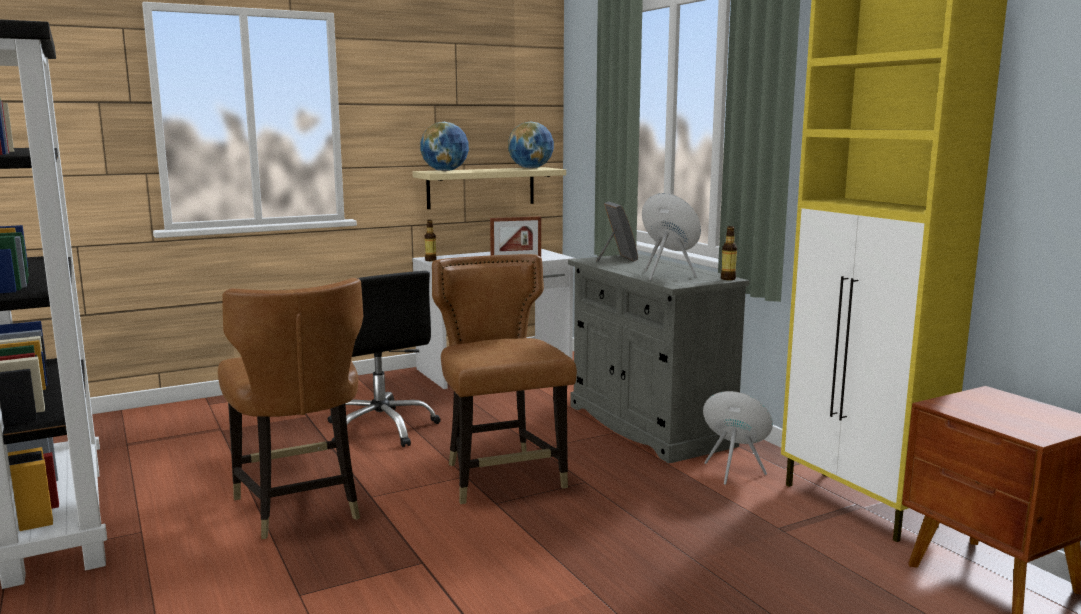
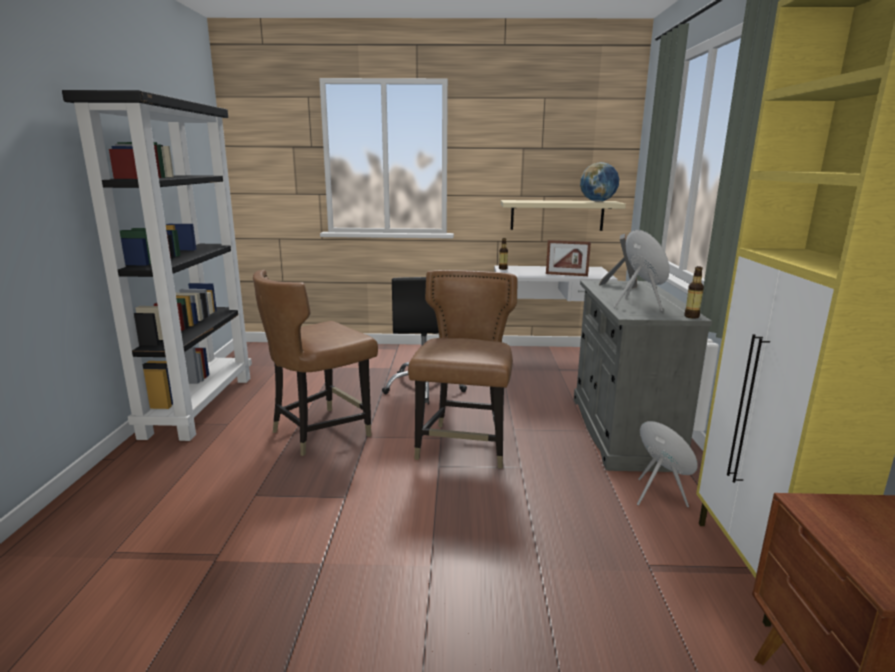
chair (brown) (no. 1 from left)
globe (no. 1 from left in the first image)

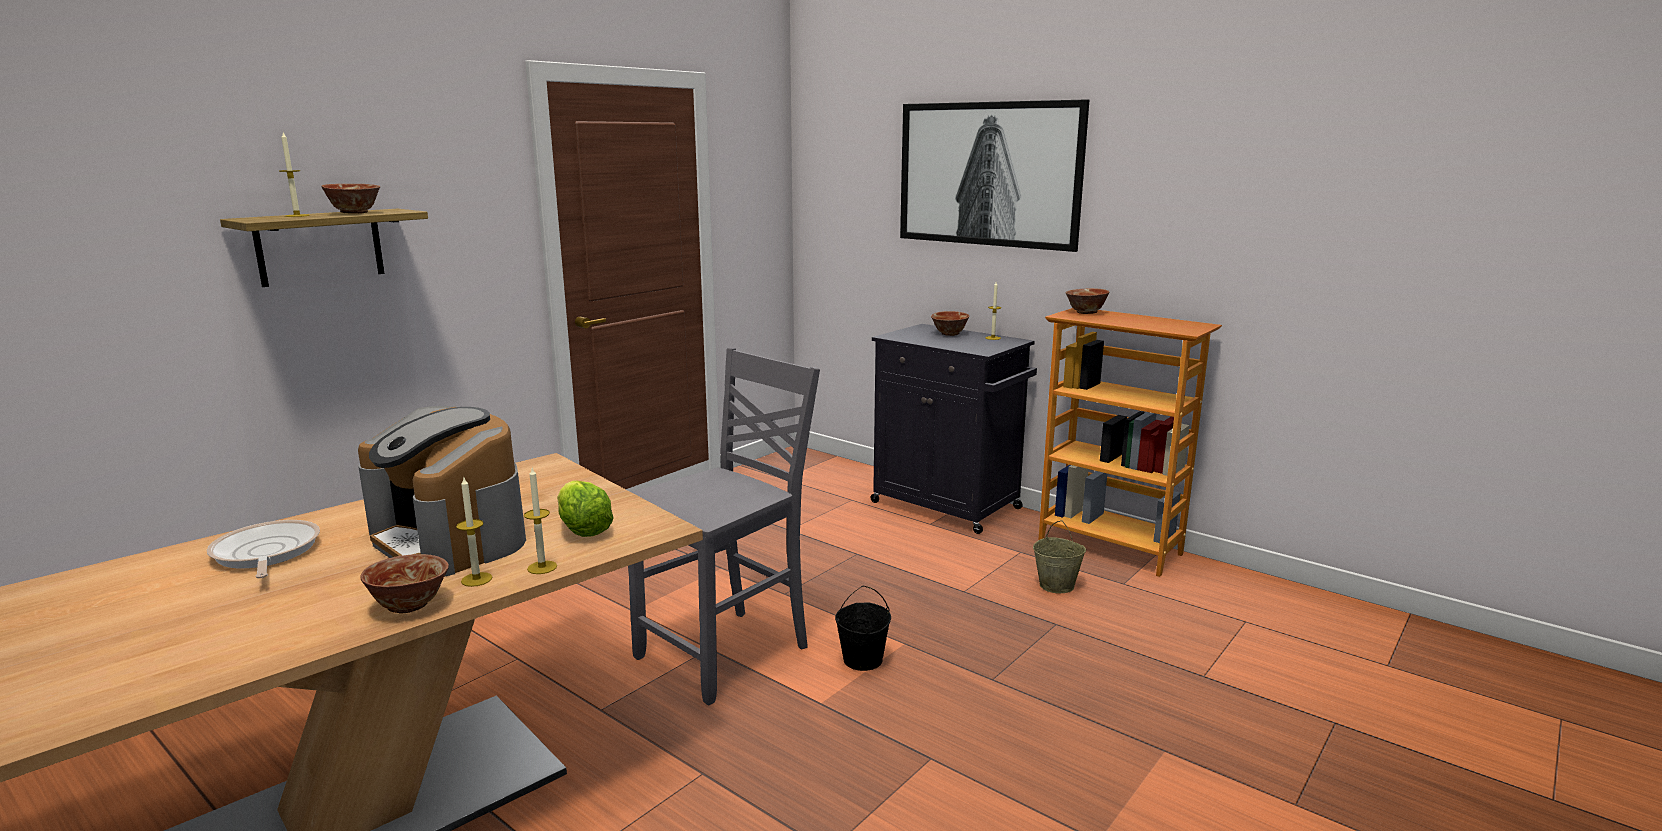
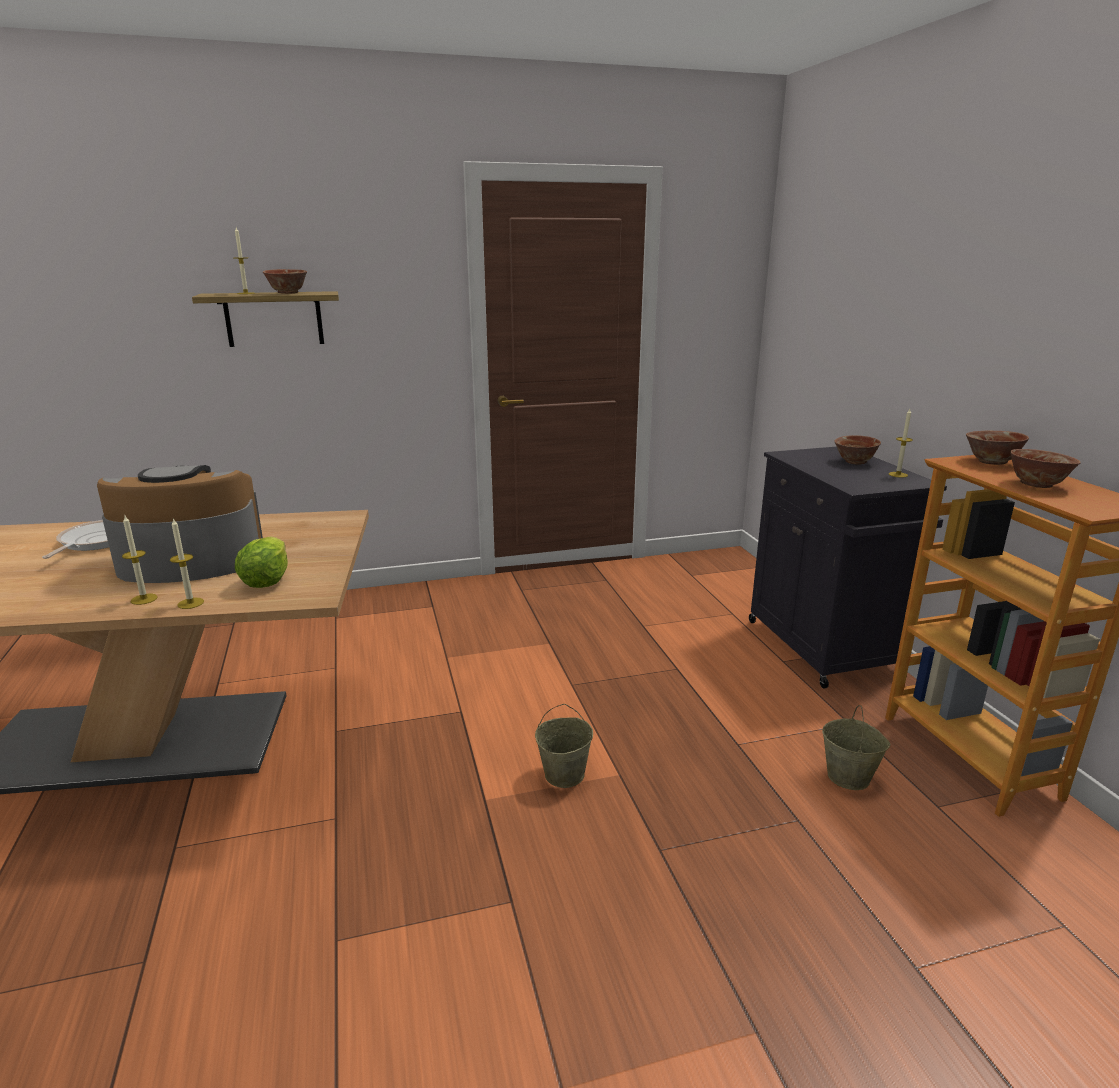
coffee machine
bucket (beige) (no. 1 from left)
bowl (no. 4 from left)
chair (grey)
picture

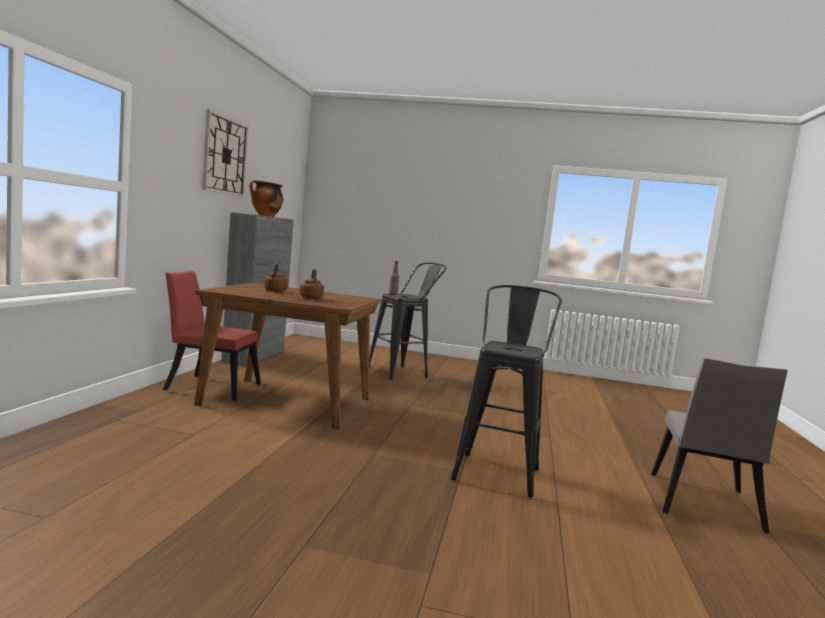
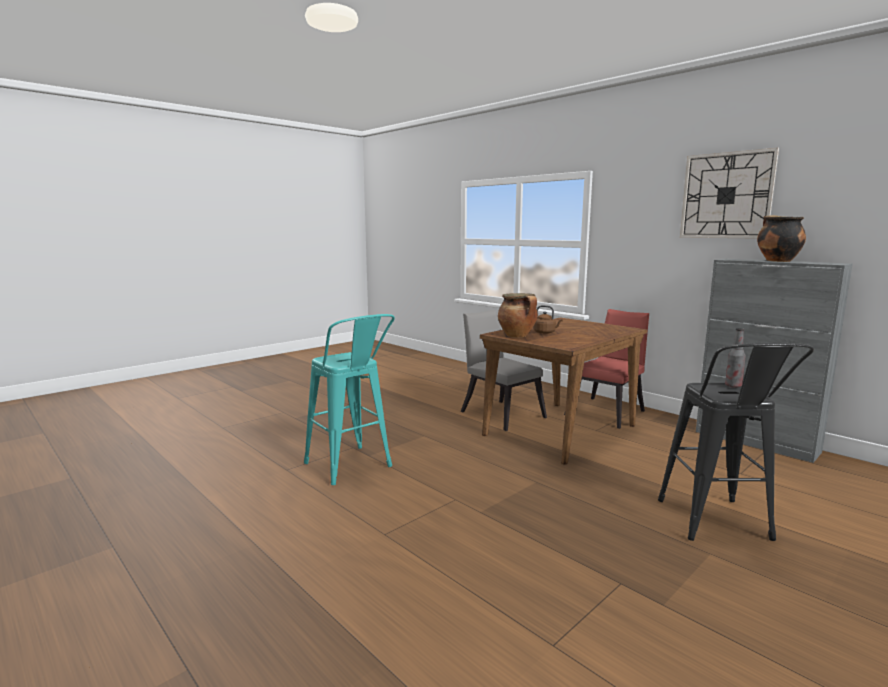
stool (turquoise)
chair (grey)
cooking pot (no. 1 from left)
kettle (brown) (no. 1 from left in the first image)

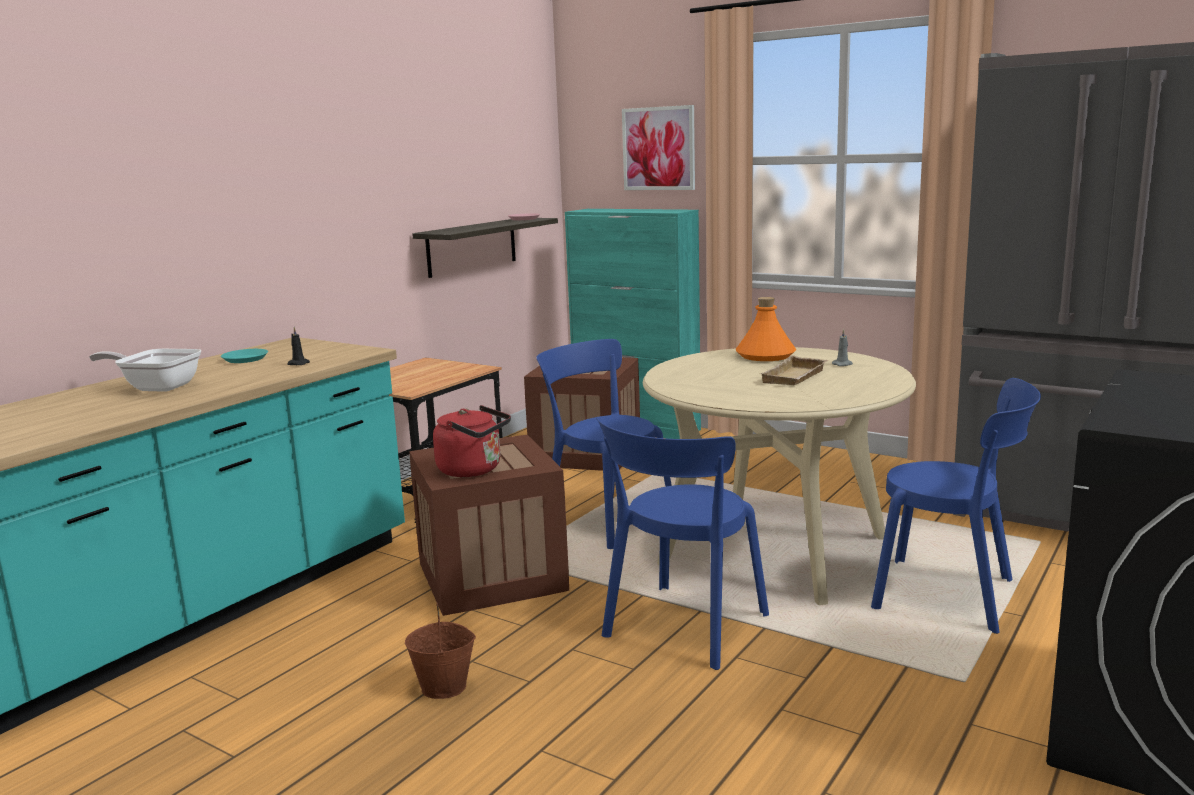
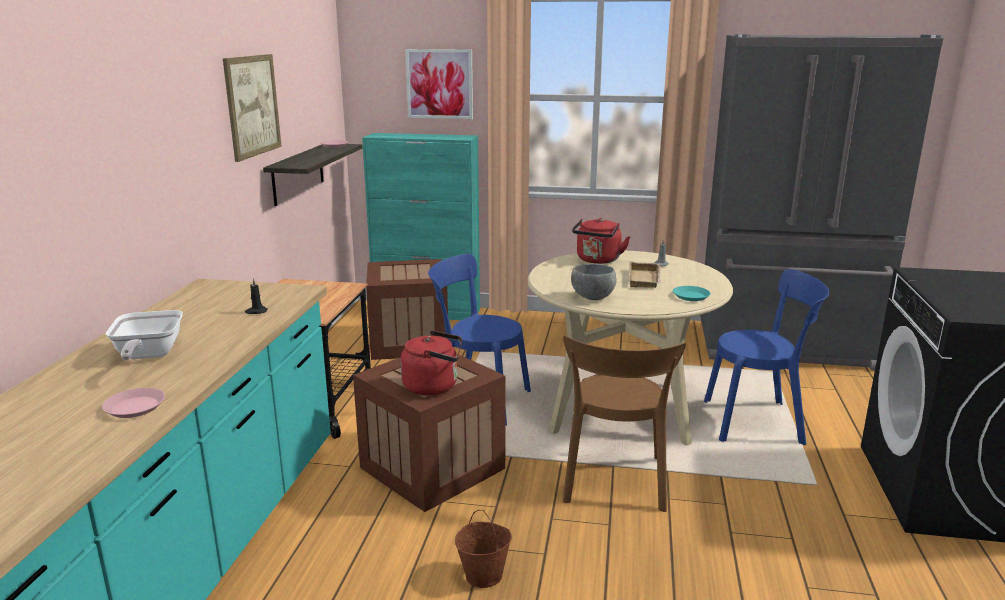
plate (pink) (no. 1 from left)
frying pan
picture (no. 1 from left)
chair (brown)
bowl (grey)
kettle (red) (no. 2 from left)
plate (turquoise)

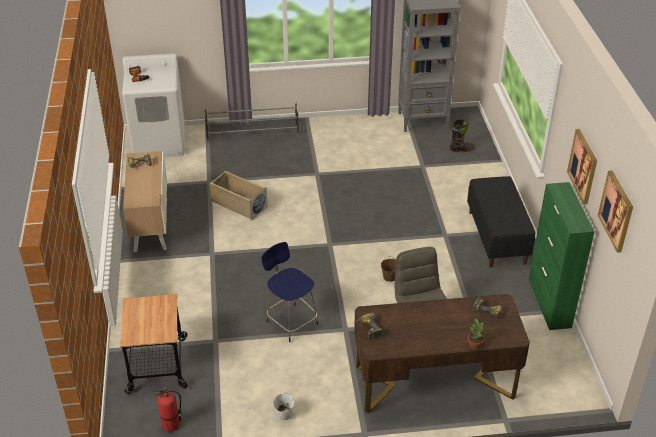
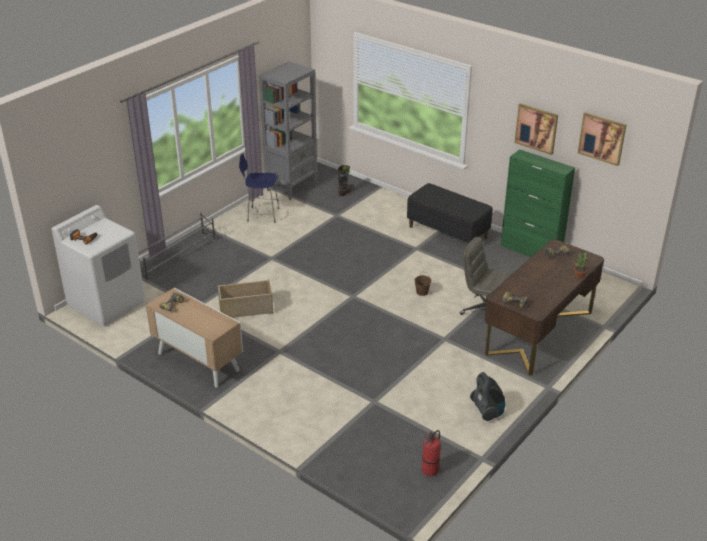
stool (blue)
vacuum cleaner
cart

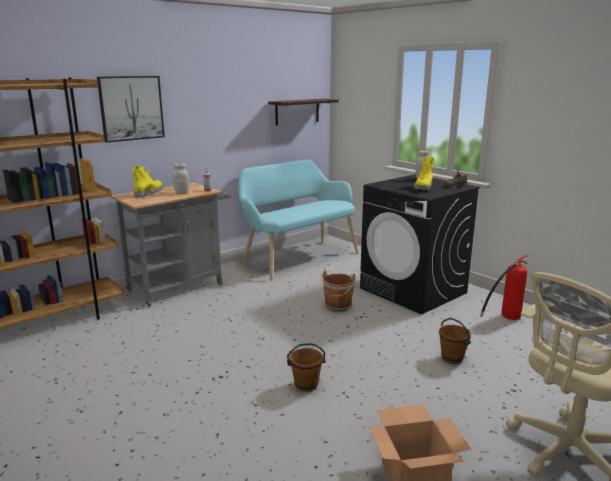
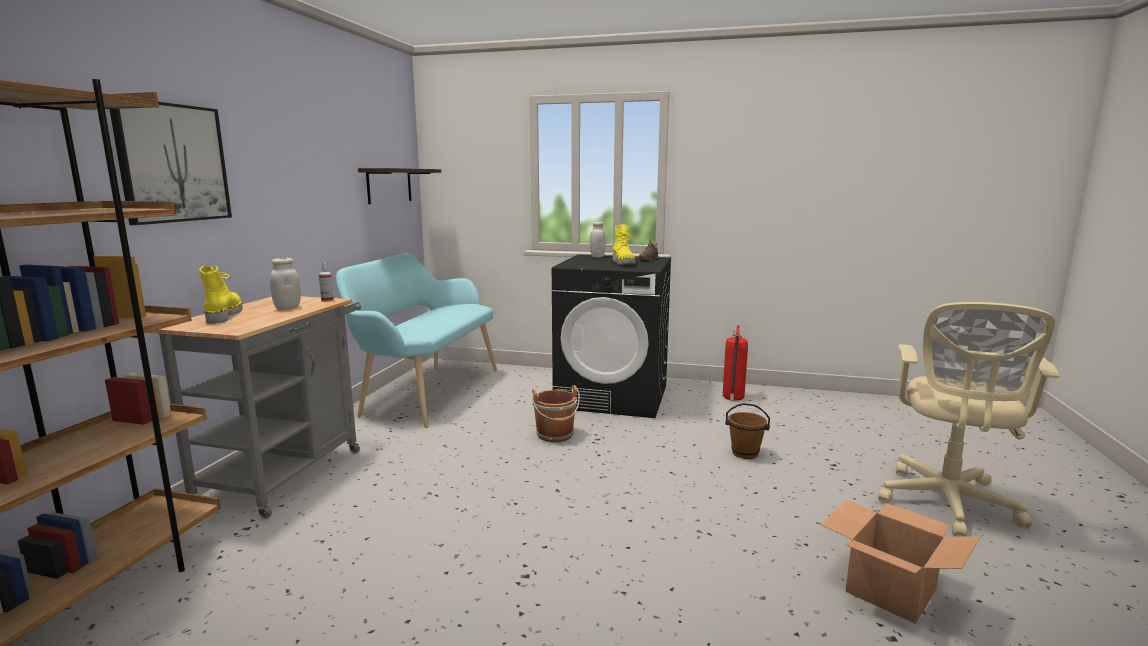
bucket (brown) (no. 1 from left in the first image)

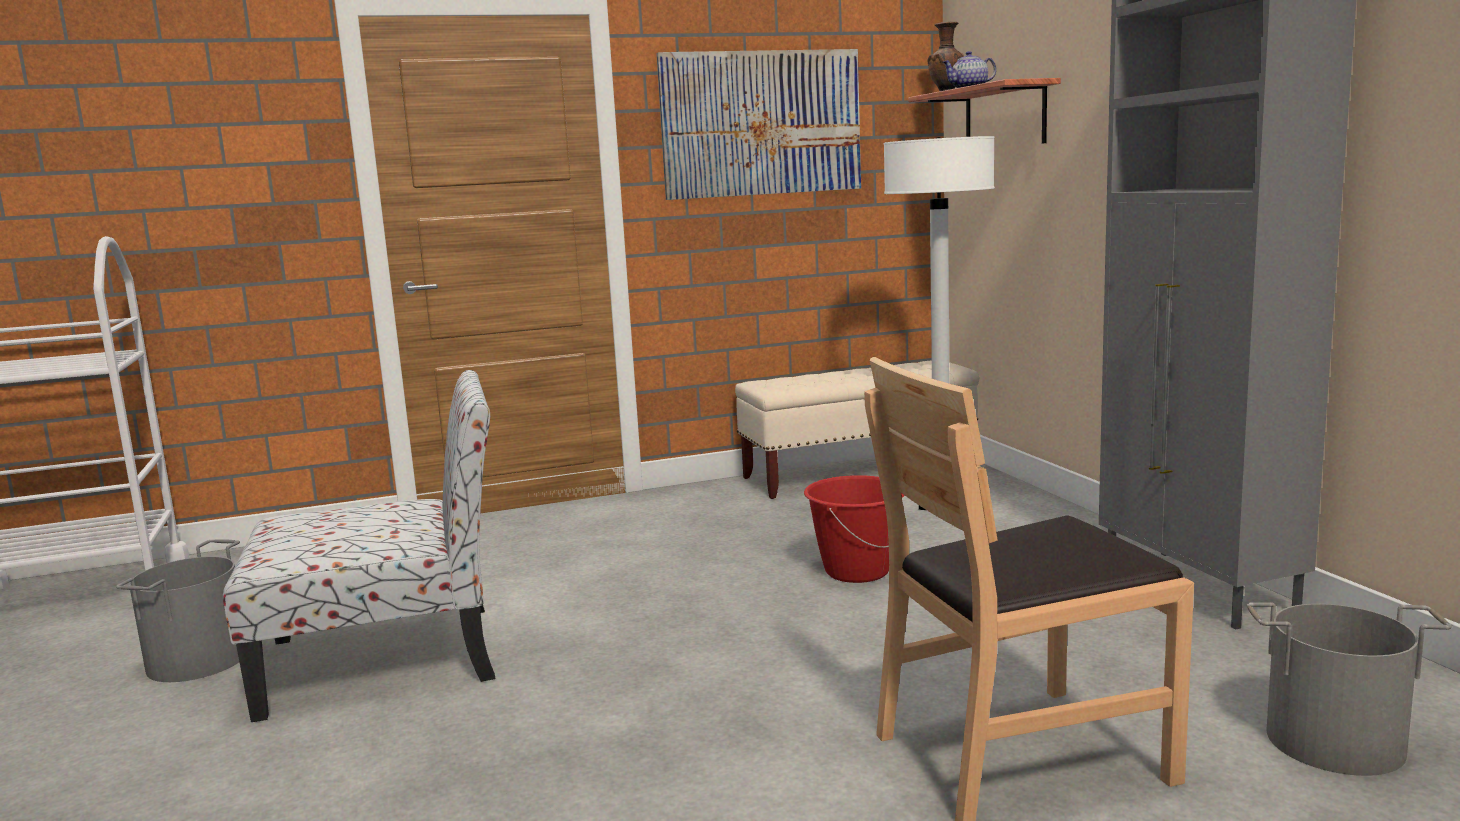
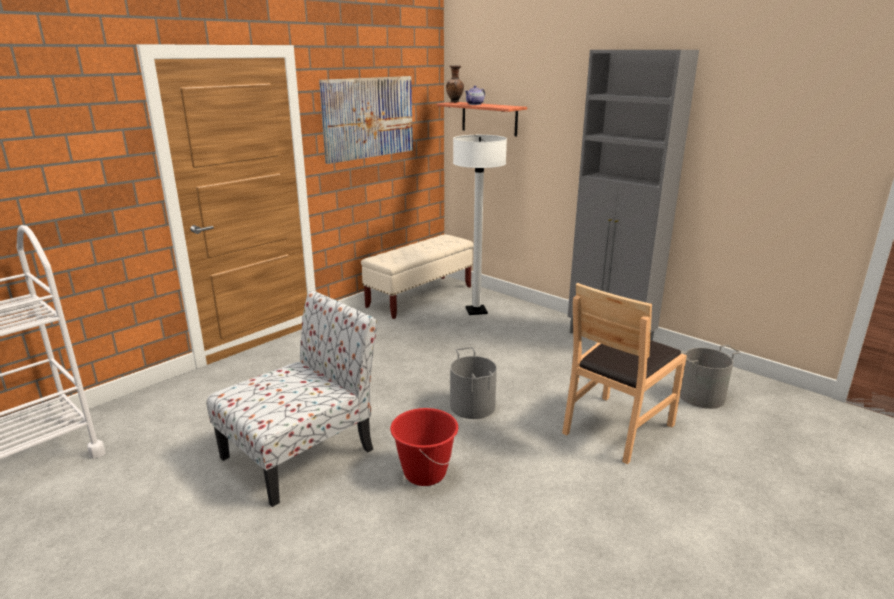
bucket (red)
bucket (grey) (no. 1 from left)

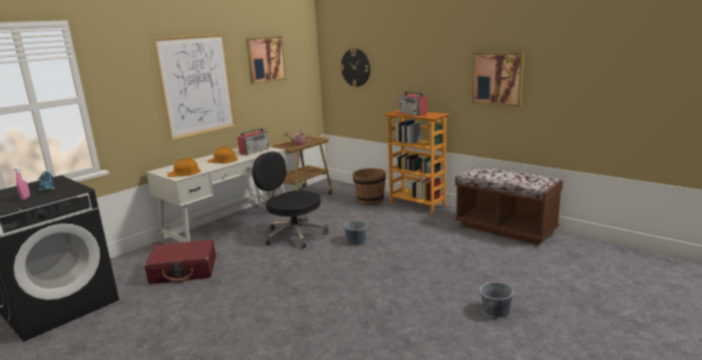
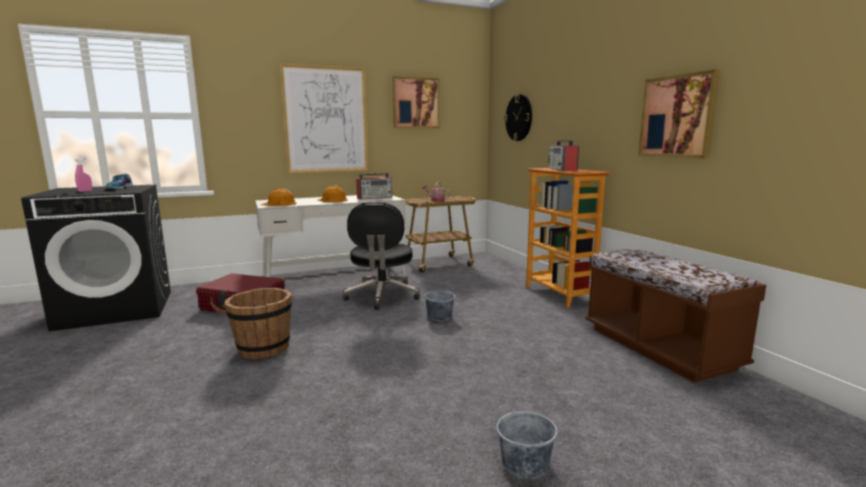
bucket (brown)
office chair (black)

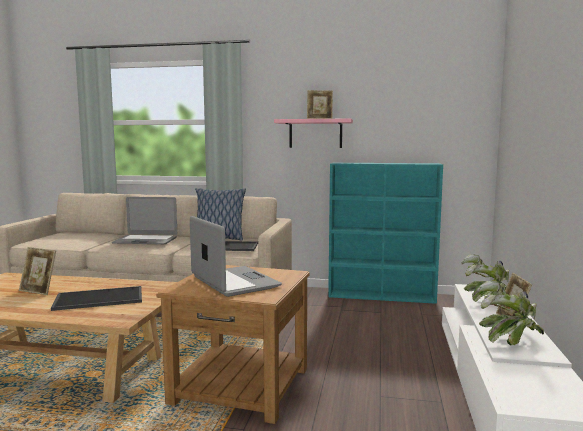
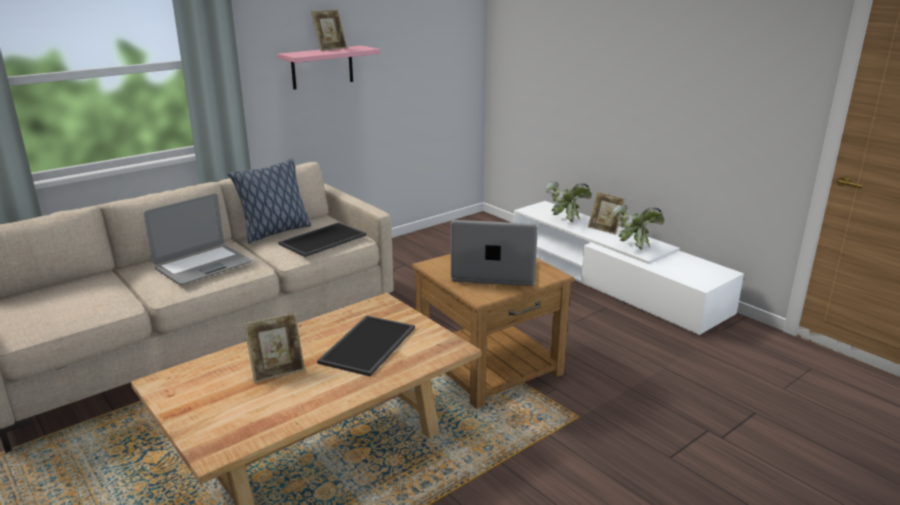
bookcase (turquoise)

